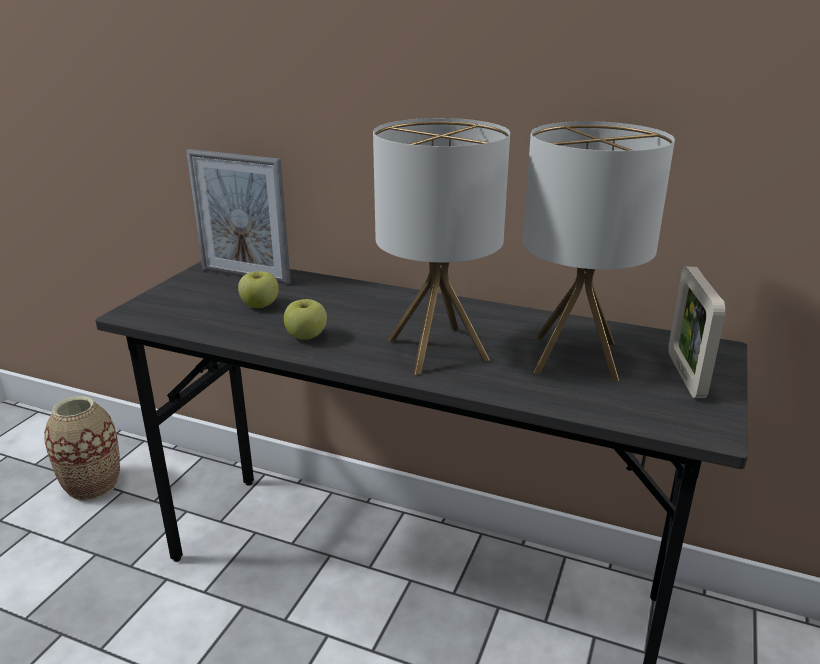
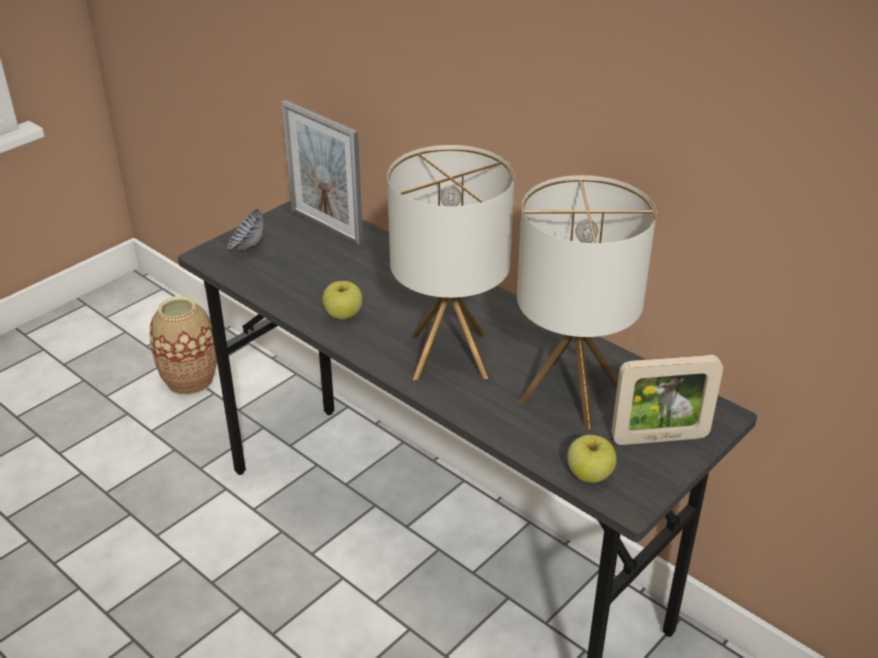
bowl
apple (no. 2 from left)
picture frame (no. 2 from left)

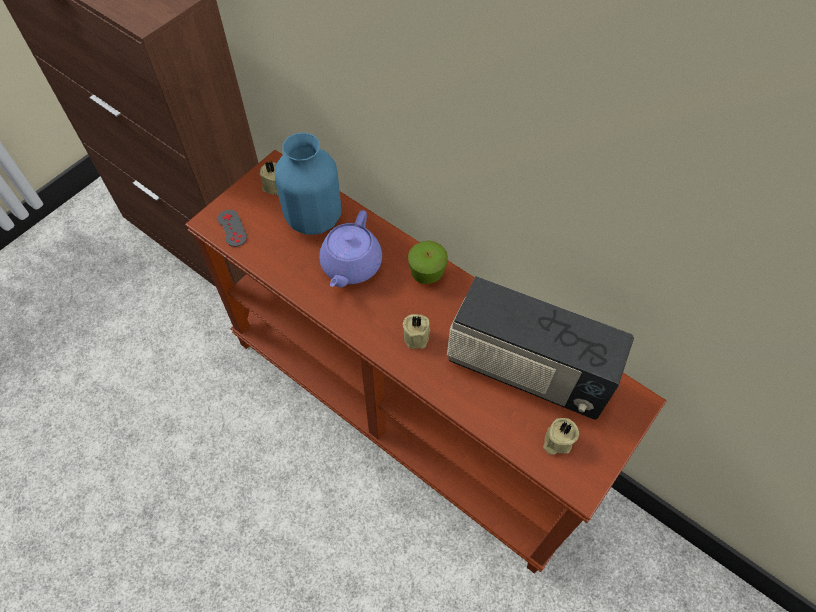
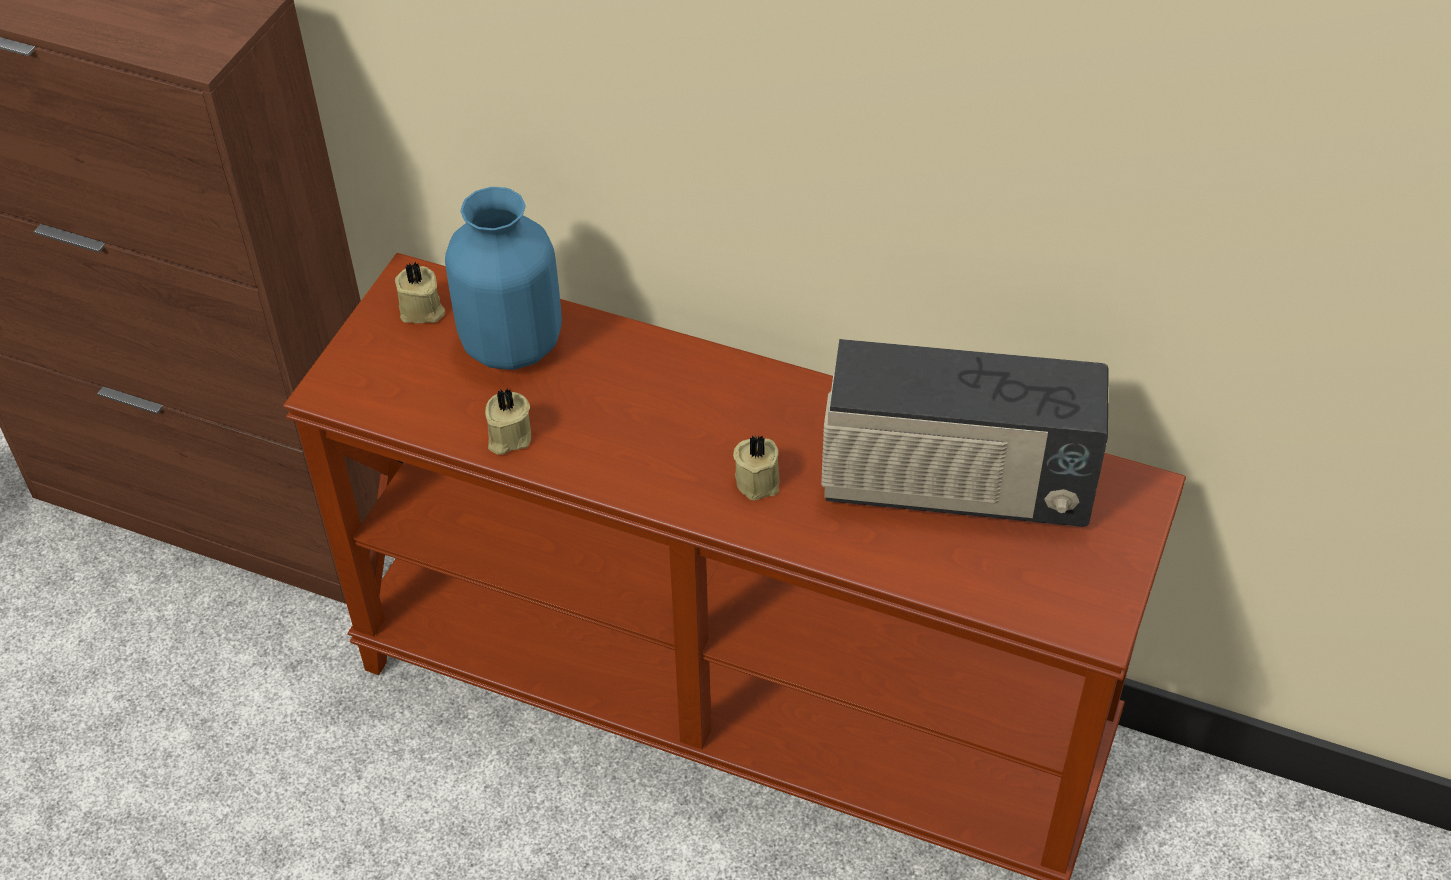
candle (beige) (no. 2 from left)
game controller (grey)
teapot (purple)
apple

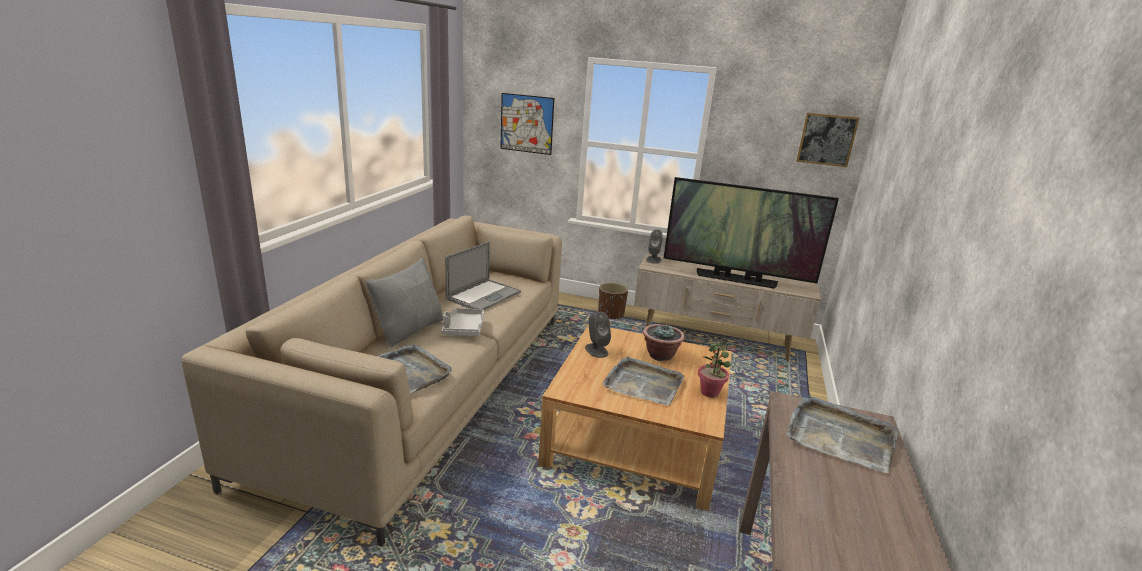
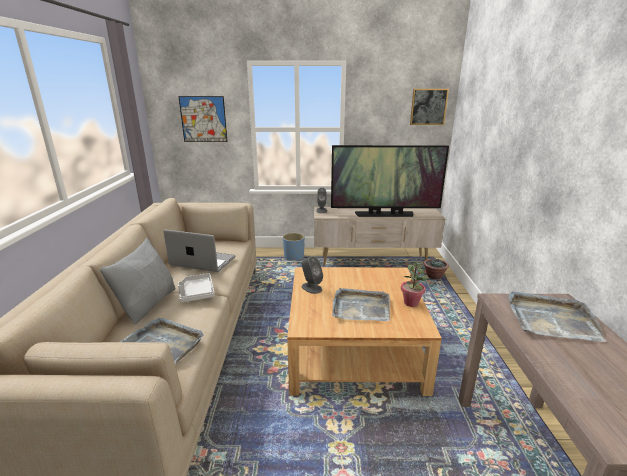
laptop
planter (blue)
potted plant (no. 2 from left)

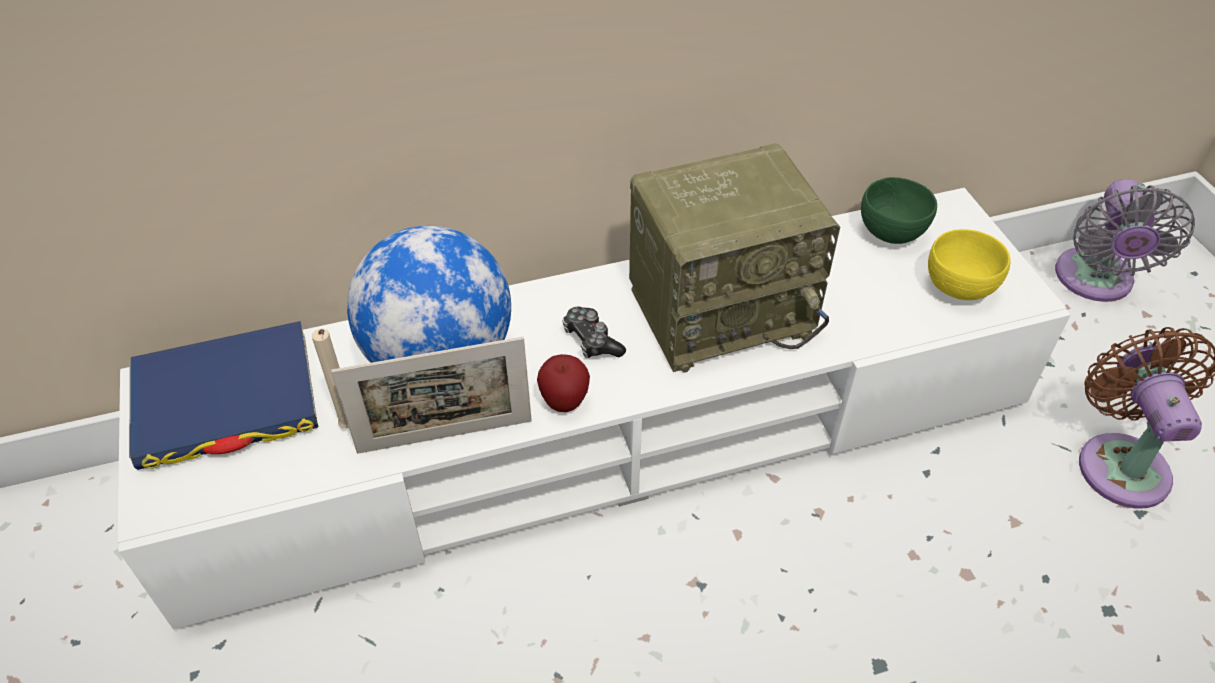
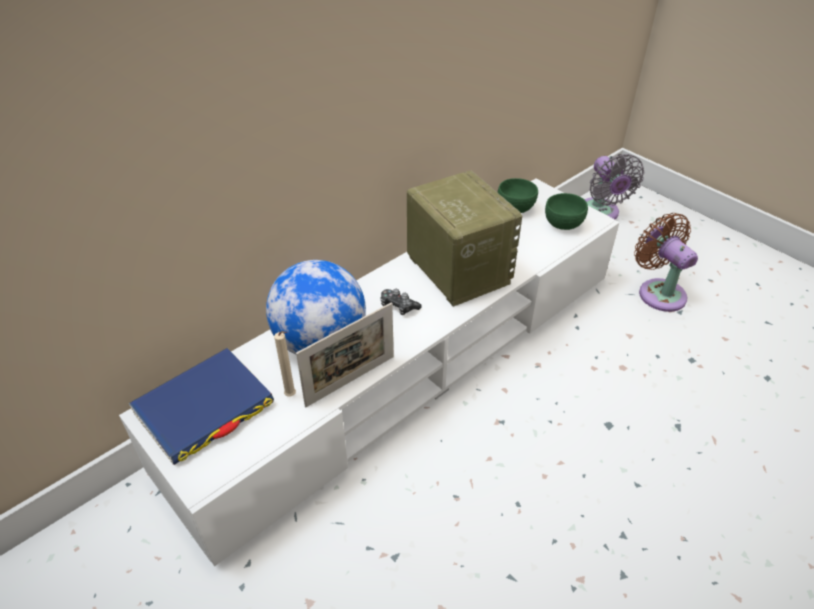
radio
bowl (green) (no. 2 from left)
apple

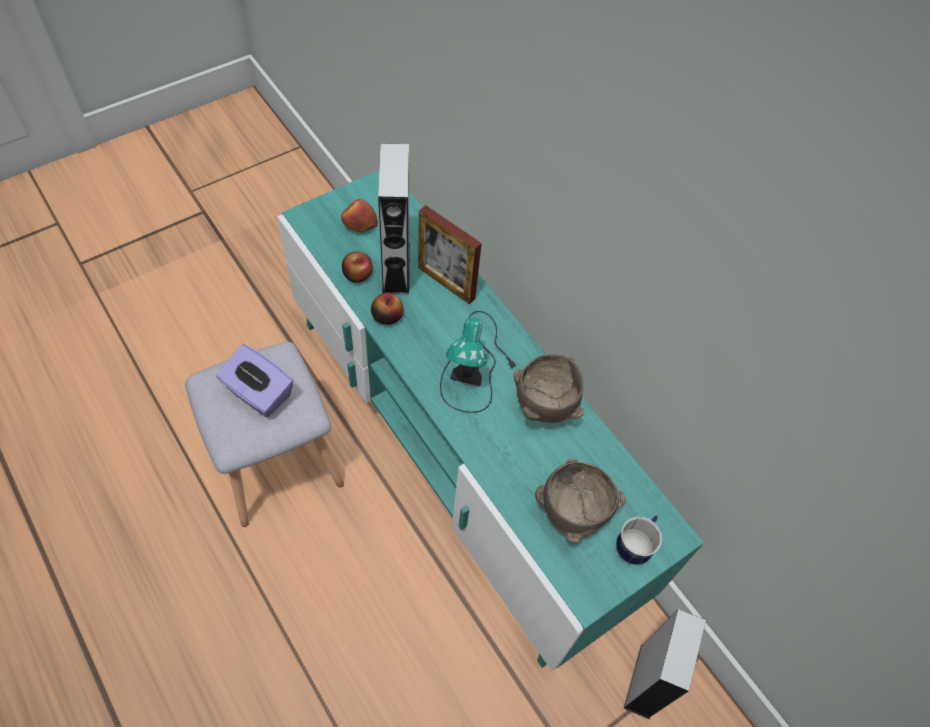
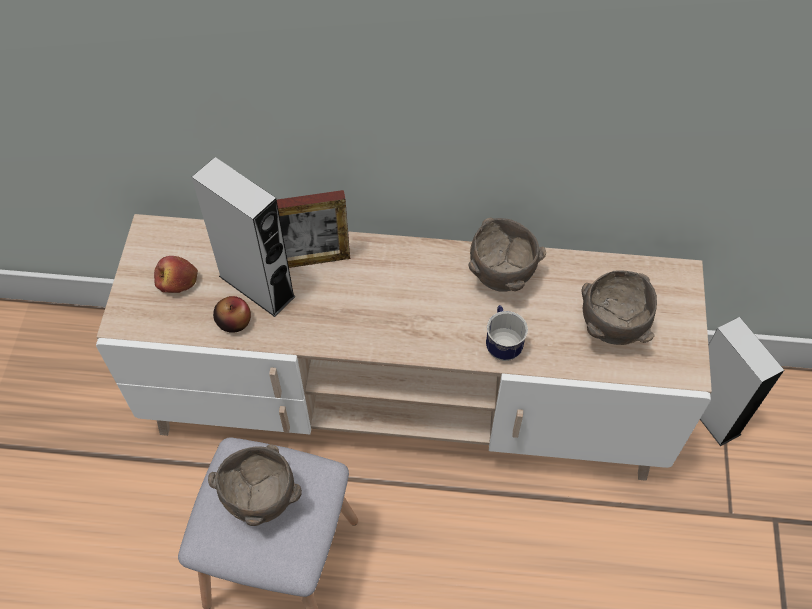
tv stand (beige)
bowl (brown) (no. 1 from left)
mug
apple (no. 3 from left in the first image)
table lamp

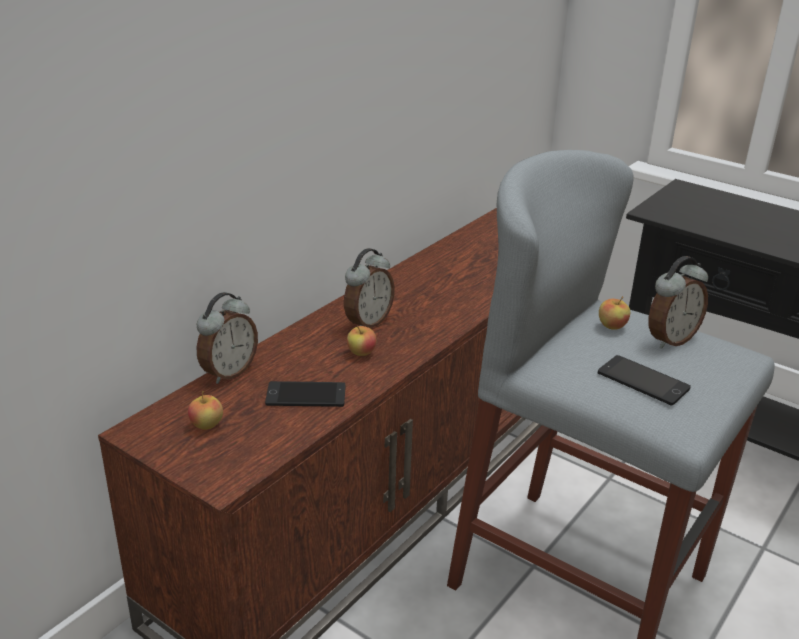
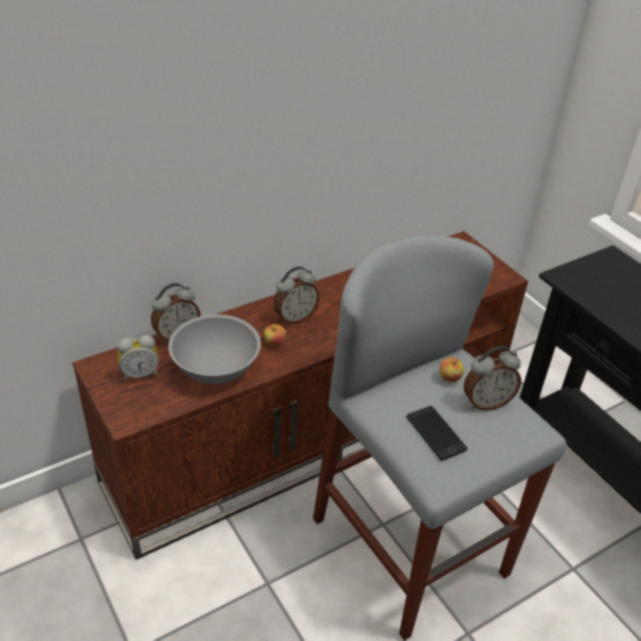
alarm clock (no. 1 from left)
bowl (grey)

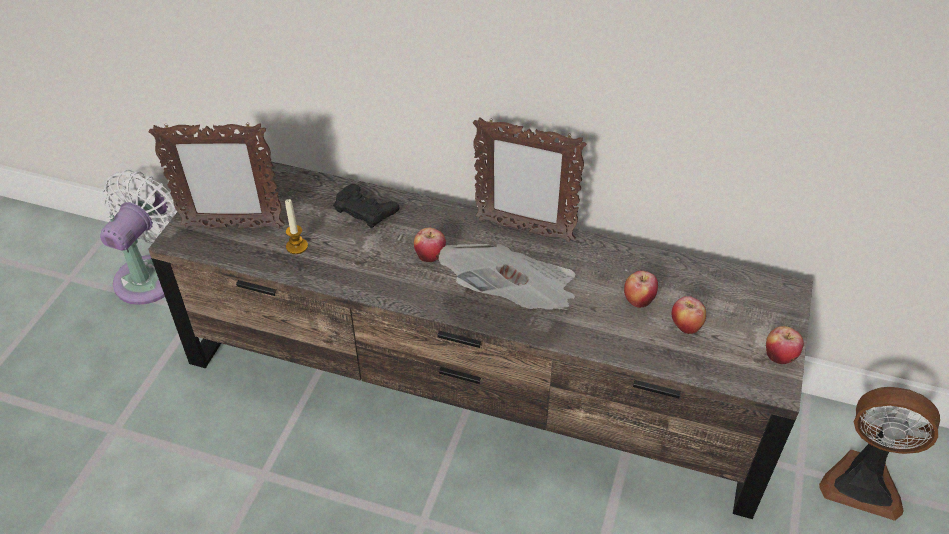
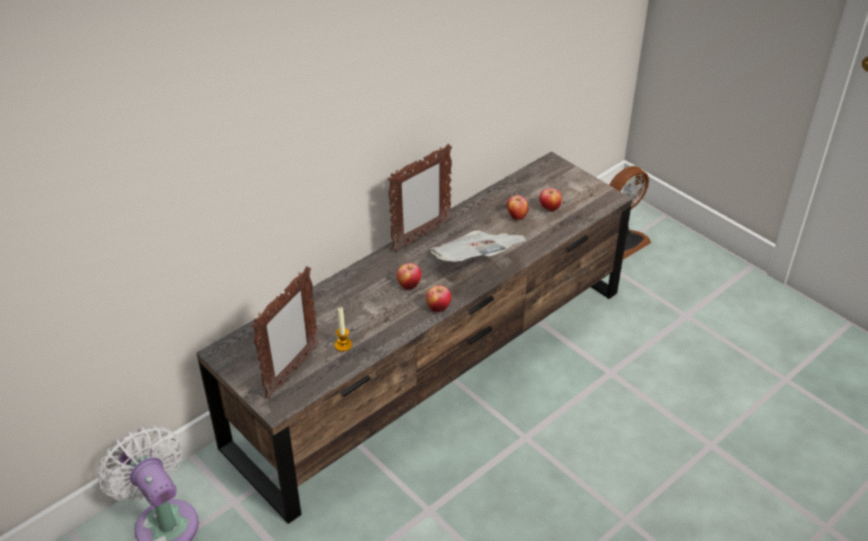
apple (no. 2 from left)
game controller (black)

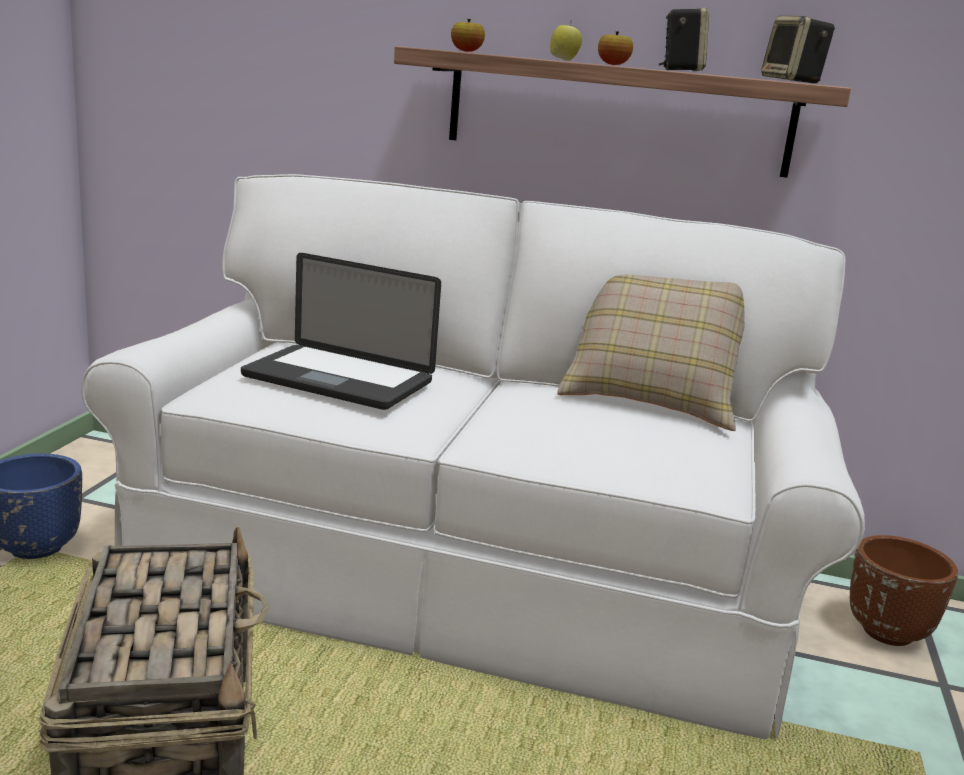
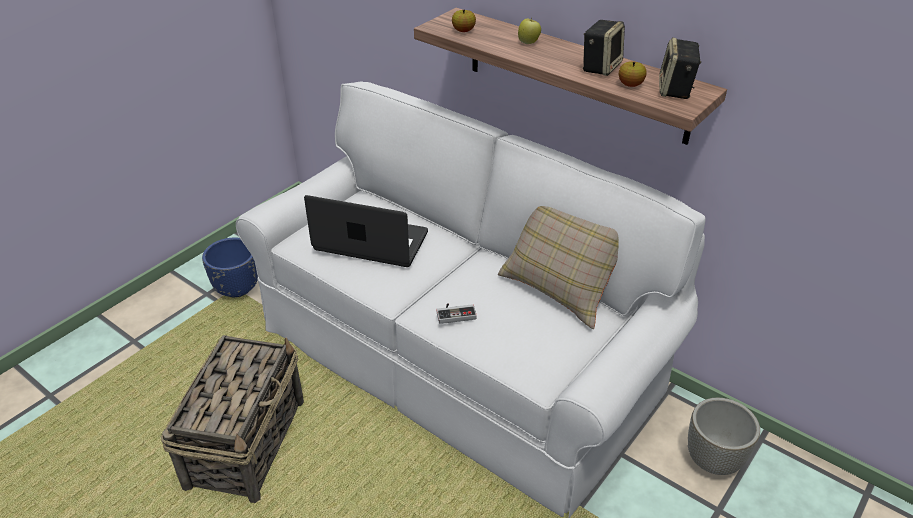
laptop
game controller
apple (no. 3 from left)
planter (grey)

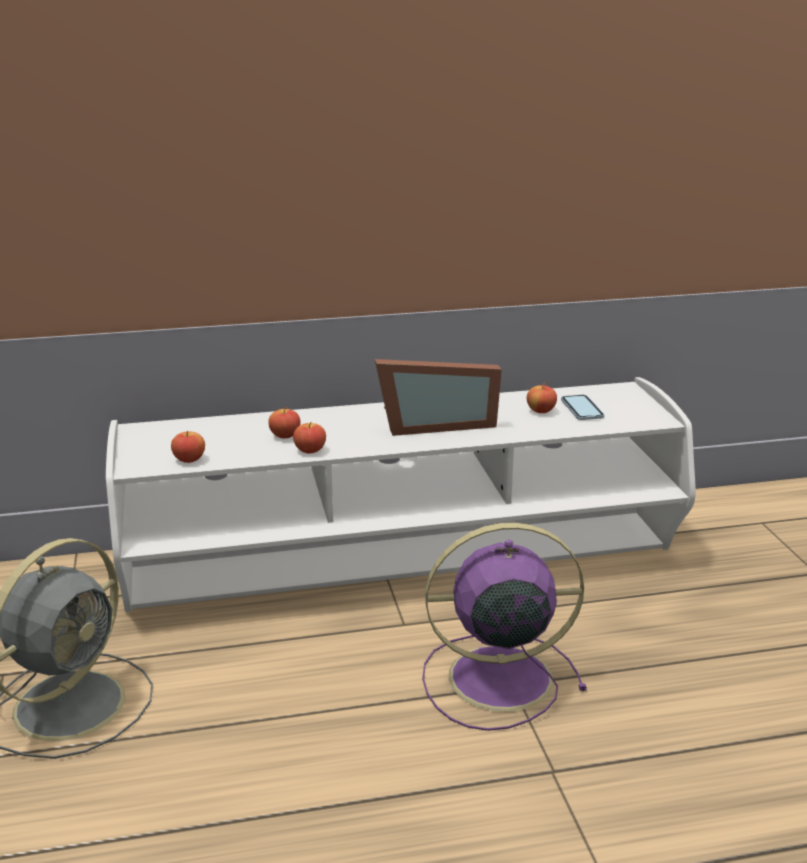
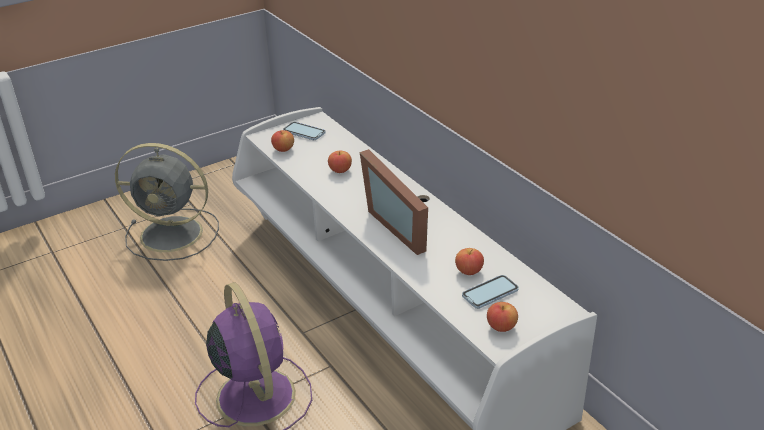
phone (no. 1 from left)
apple (no. 4 from left)

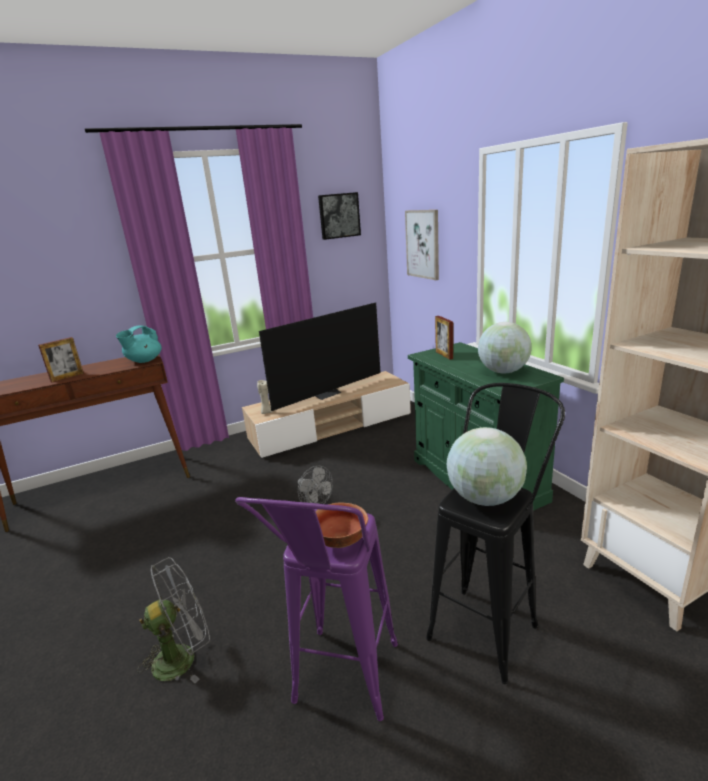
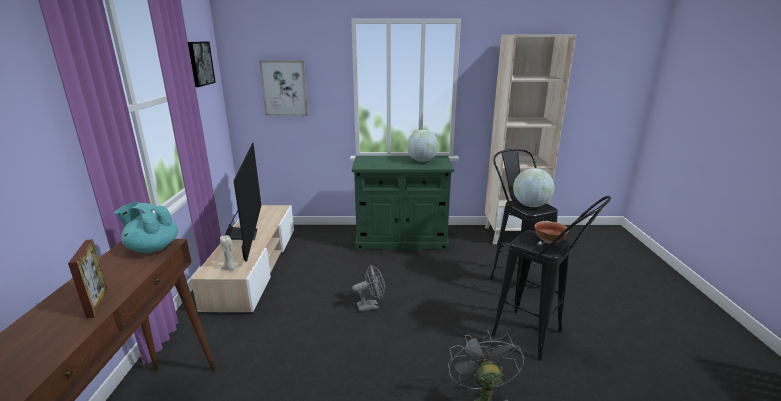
teapot (turquoise)
stool (black) (no. 2 from left)
picture frame (no. 2 from left in the first image)

